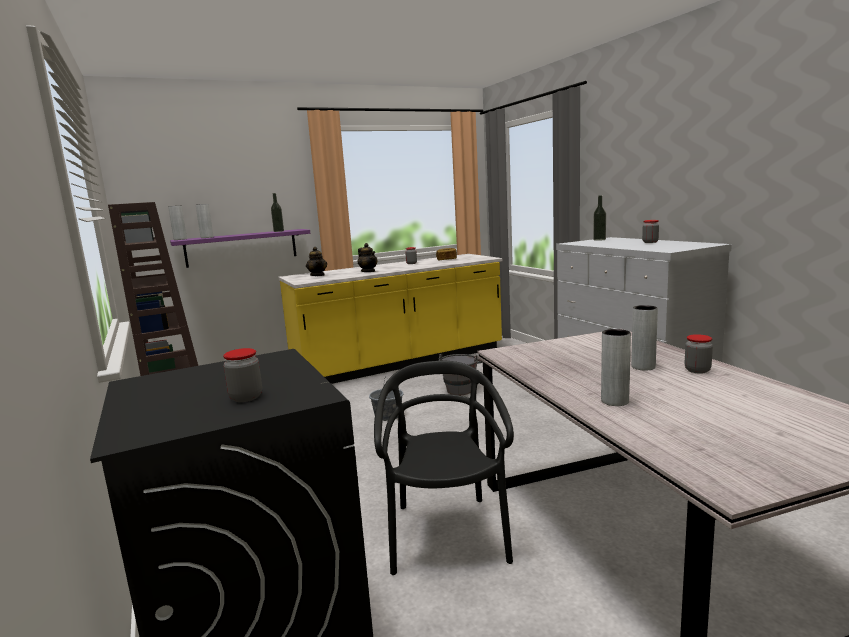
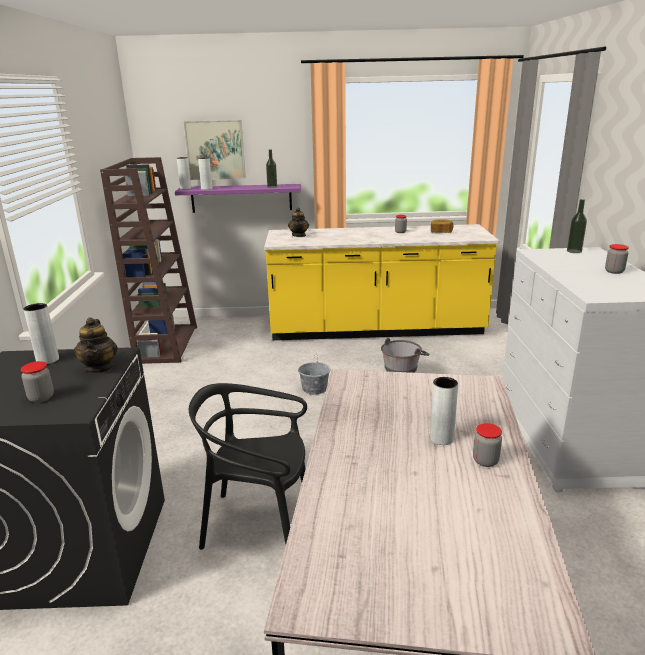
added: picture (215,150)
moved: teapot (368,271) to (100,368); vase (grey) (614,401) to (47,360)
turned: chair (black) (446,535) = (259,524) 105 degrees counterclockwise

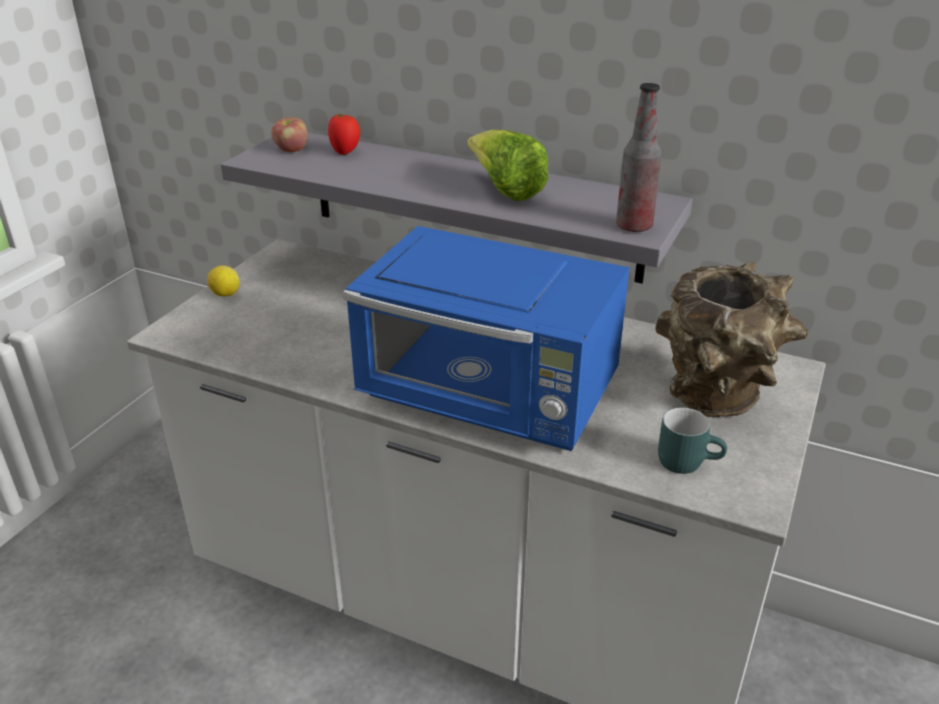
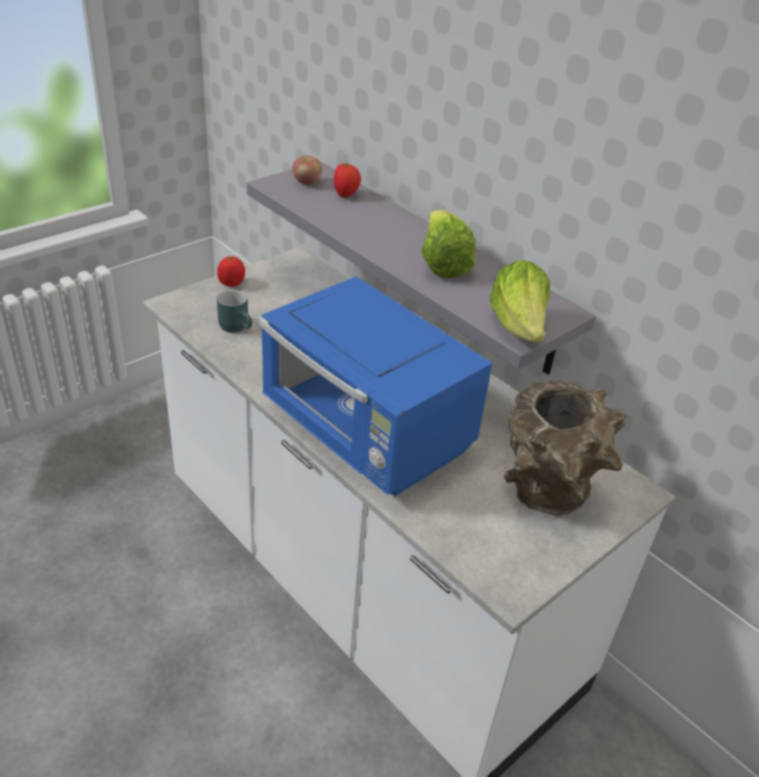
moved: mug (turquoise) (687,461) to (238,327)
replaced: bottle (634,226) to lettuce (518,328); lemon (225,294) to tomato (231,284)

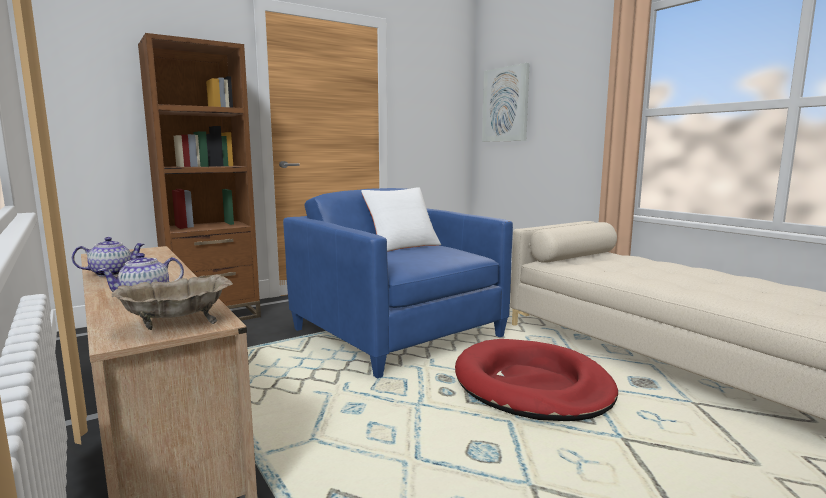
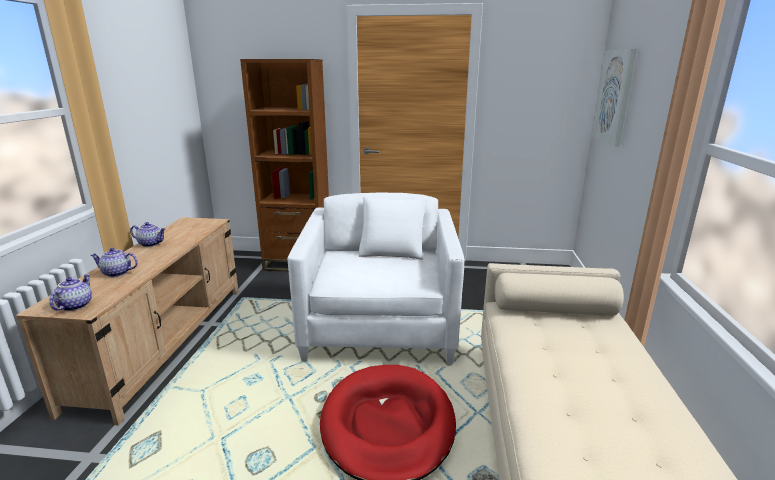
replaced: bowl (beige) (177,324) to teapot (75,305)
recoloured: armchair (blue) (398,333) to armchair (white) (380,324)

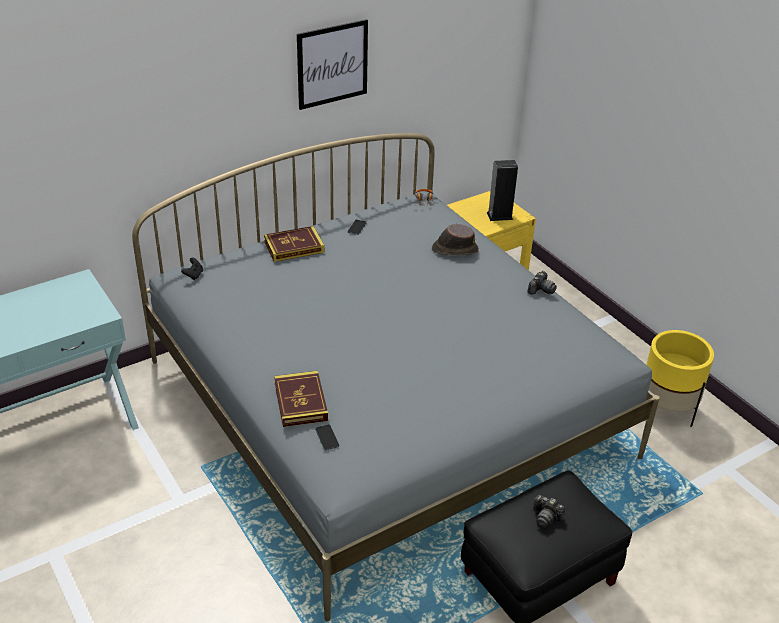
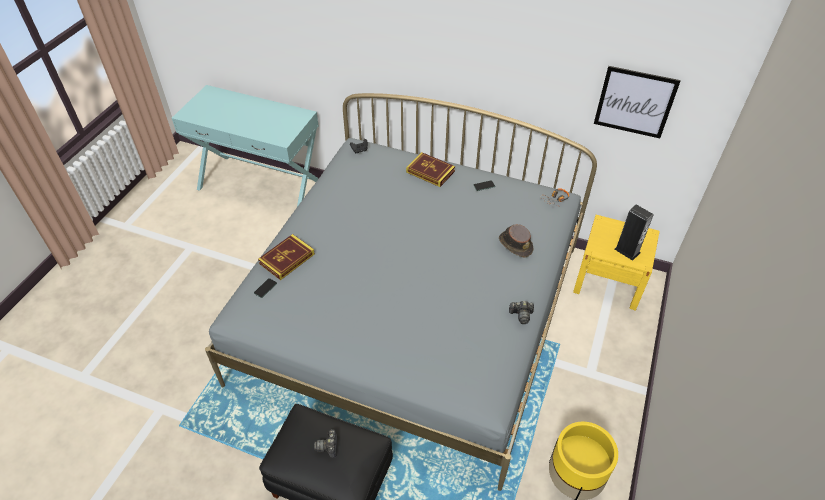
moved: picture (332,64) to (635,102)

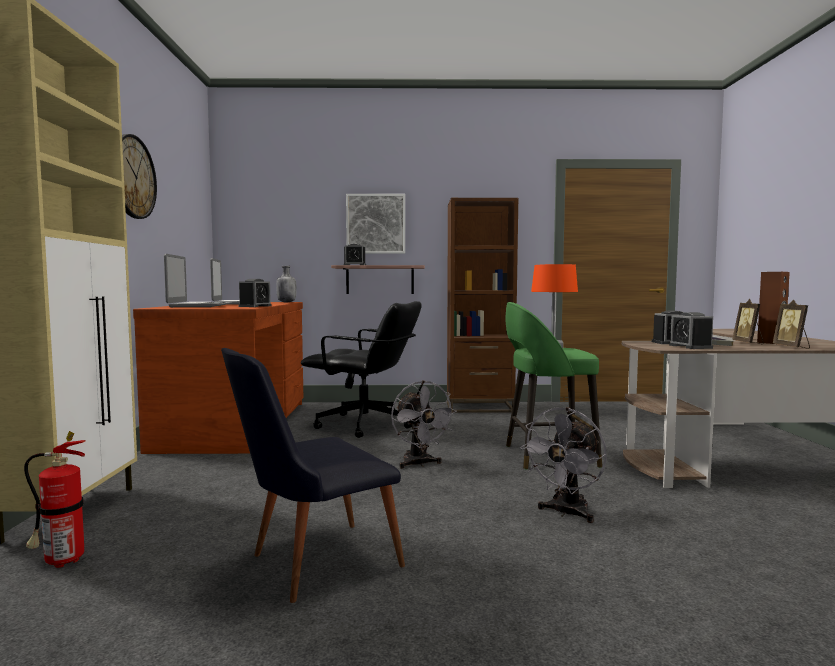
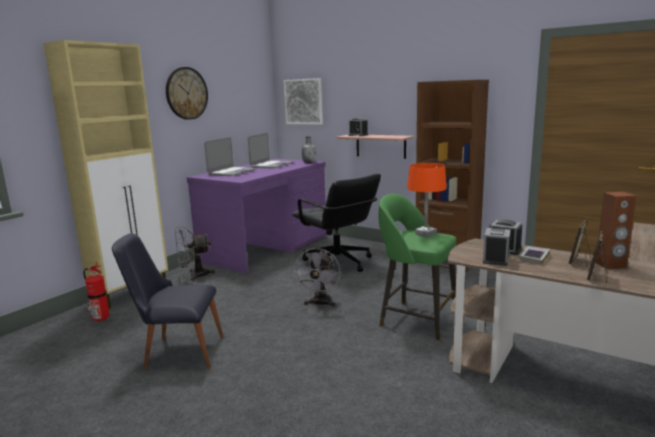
removed: alarm clock (255,306)
moved: picture (376,224) to (303,101); fan (grey) (566,513) to (194,275)
recoloured: desk (brown) (236,424) to desk (purple) (266,248)

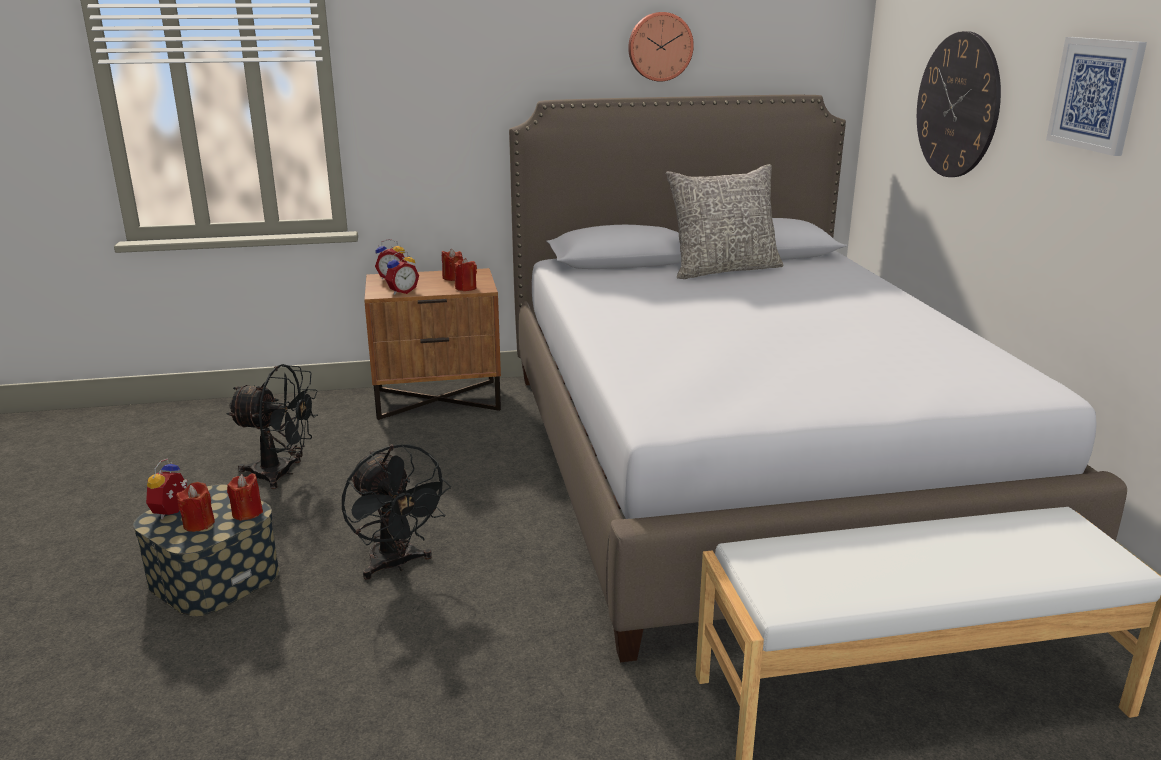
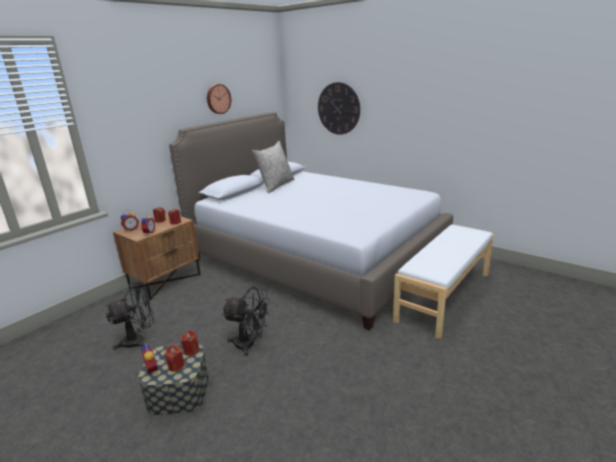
removed: picture (1096,94)

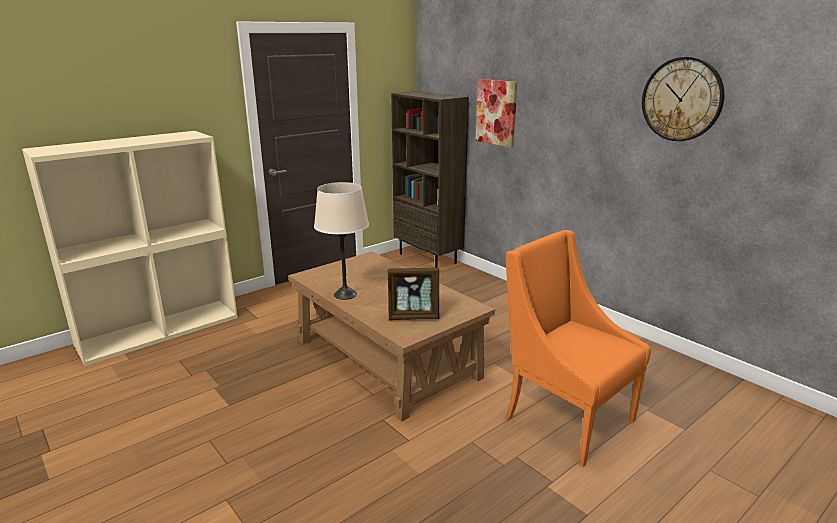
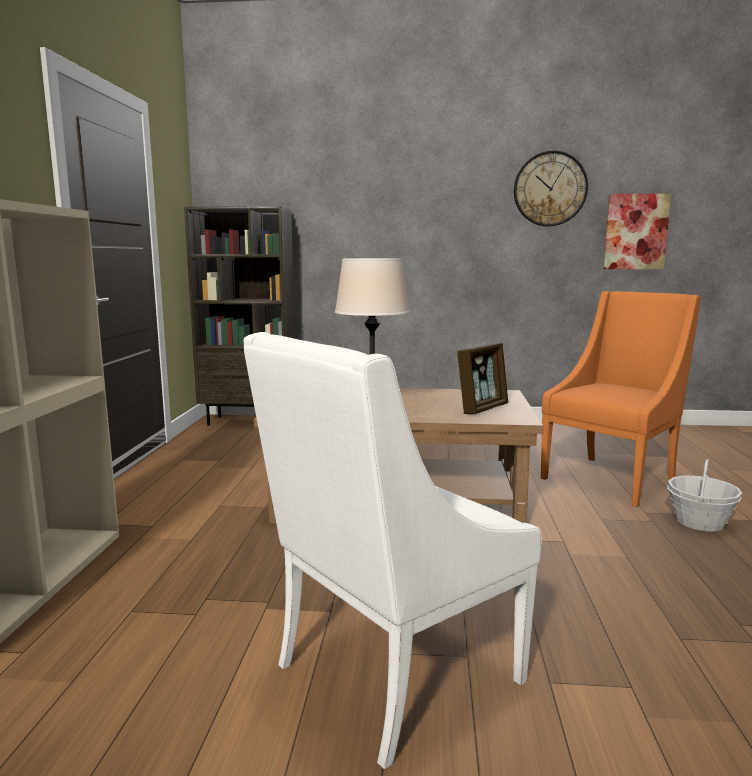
added: armchair (white) (390,675); basket (700,522)
moved: picture (496,112) to (635,232)
turned: armchair (orange) (565,418) = (611,478) 135 degrees clockwise

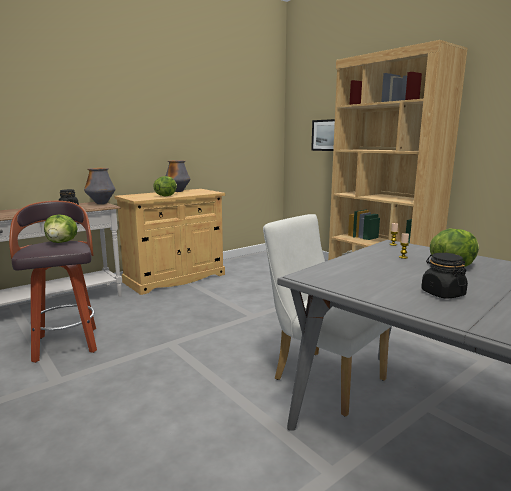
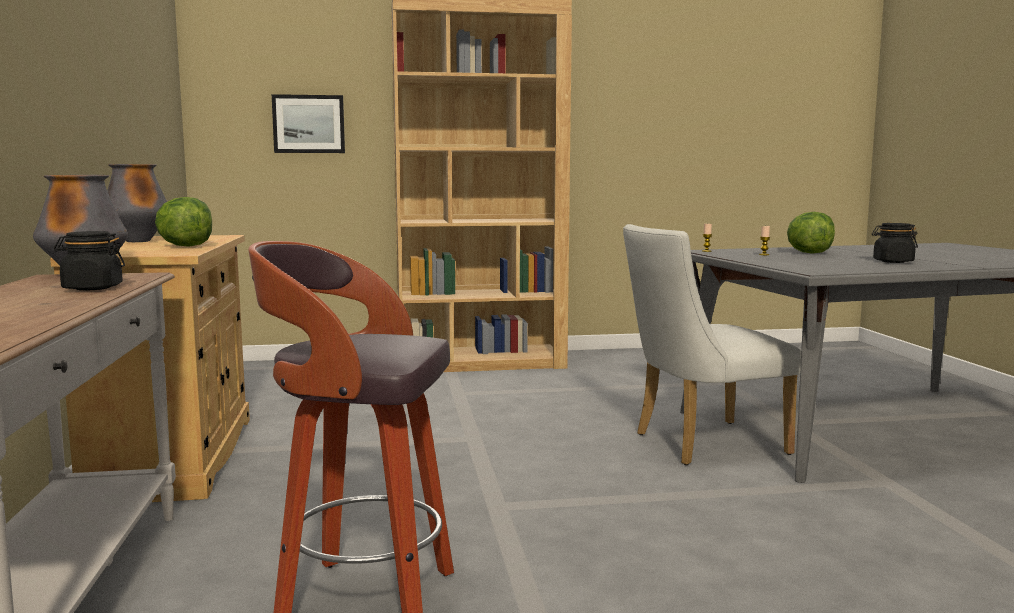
removed: lettuce (62,242)

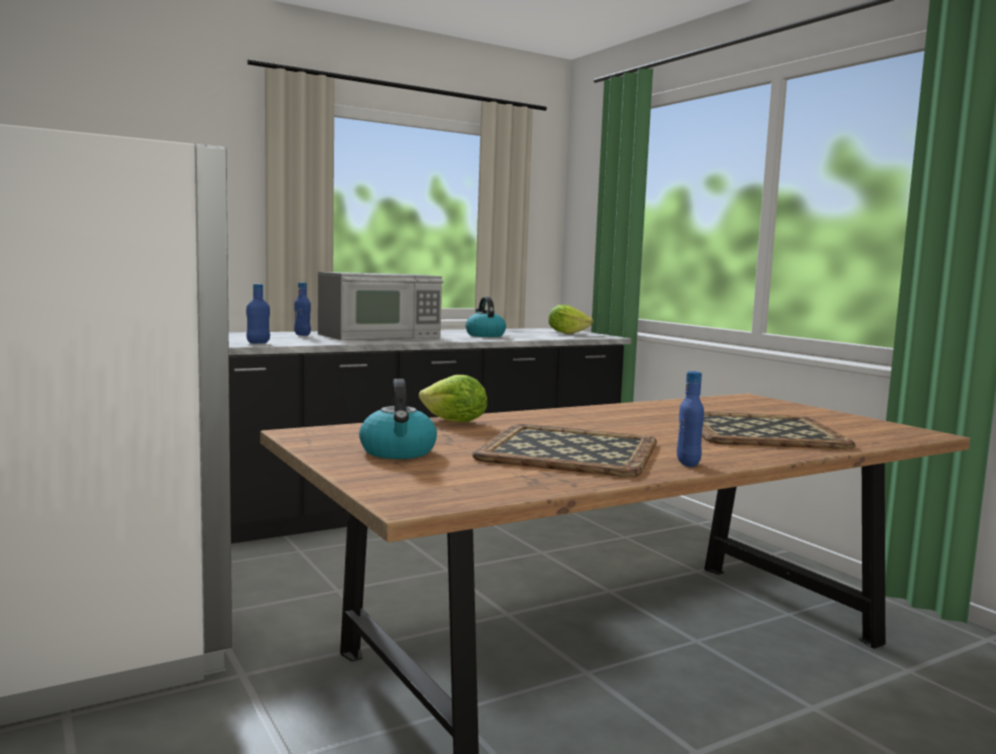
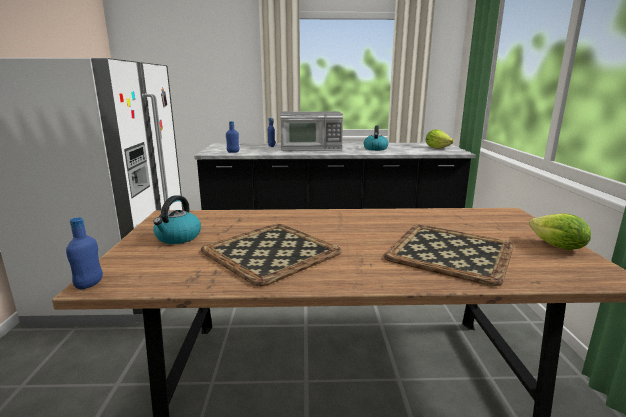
moved: bottle (blue) (688,463) to (89,284); lettuce (454,422) to (557,247)

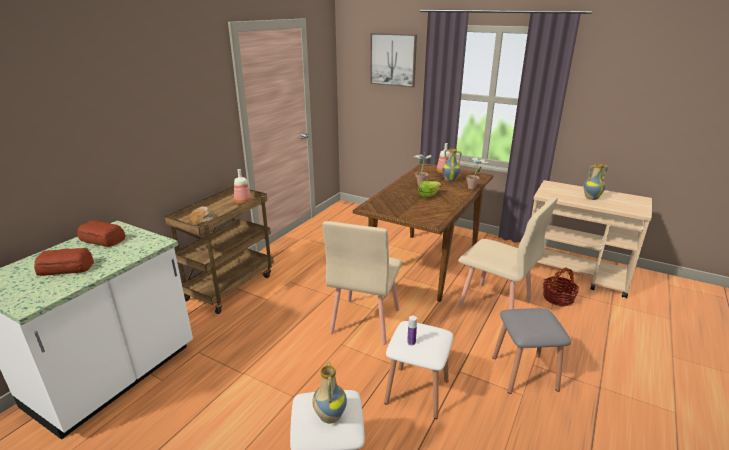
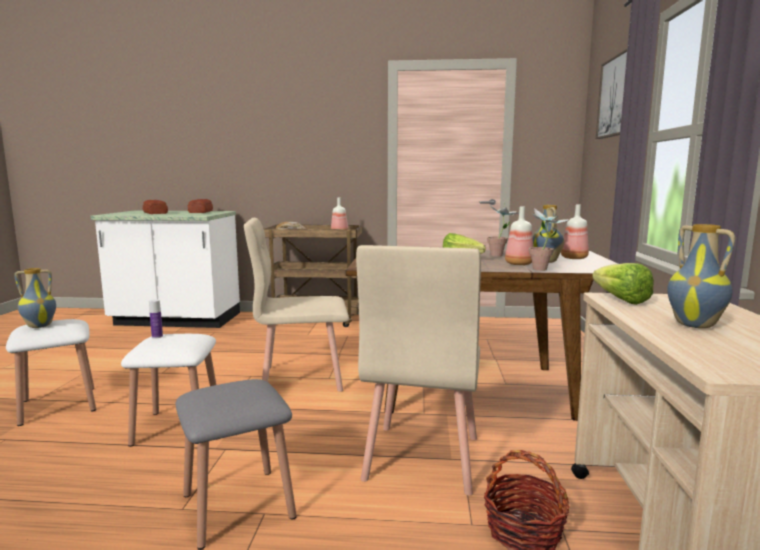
added: bottle (518,264); lettuce (617,299)

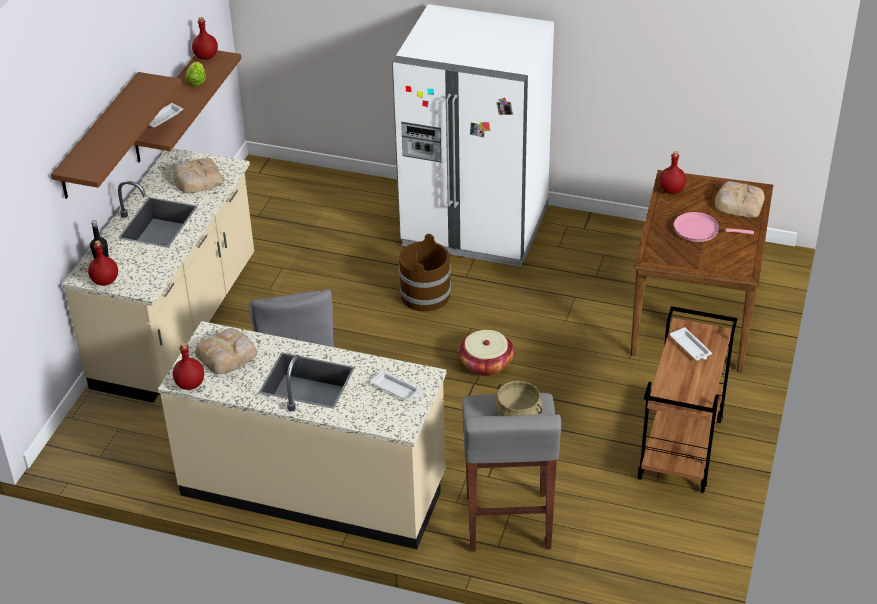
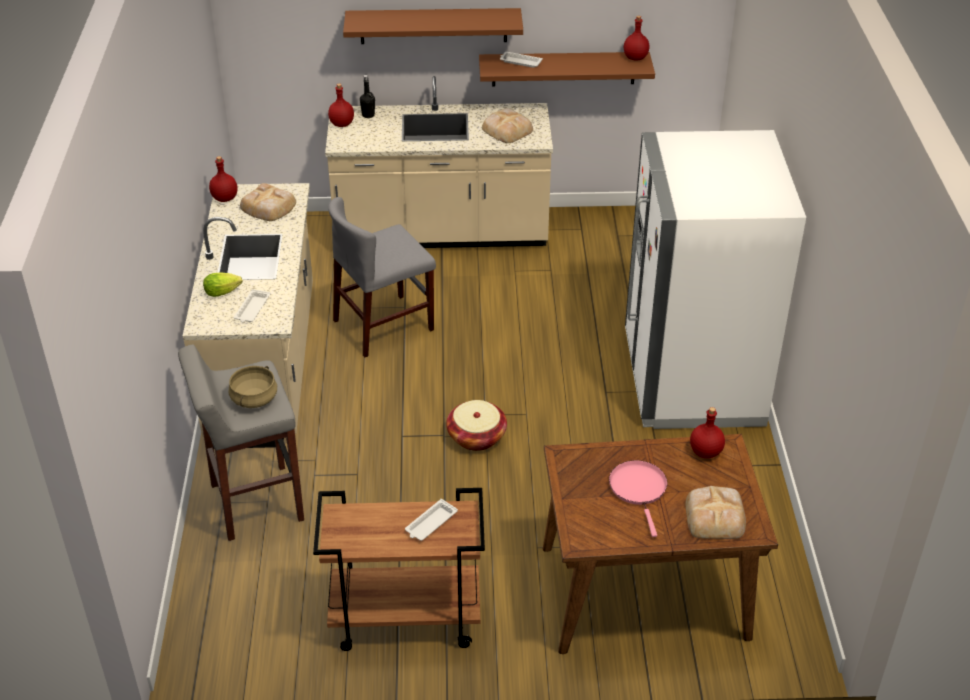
removed: bucket (brown) (425,295)
moved: lettuce (197,80) to (224,292)

